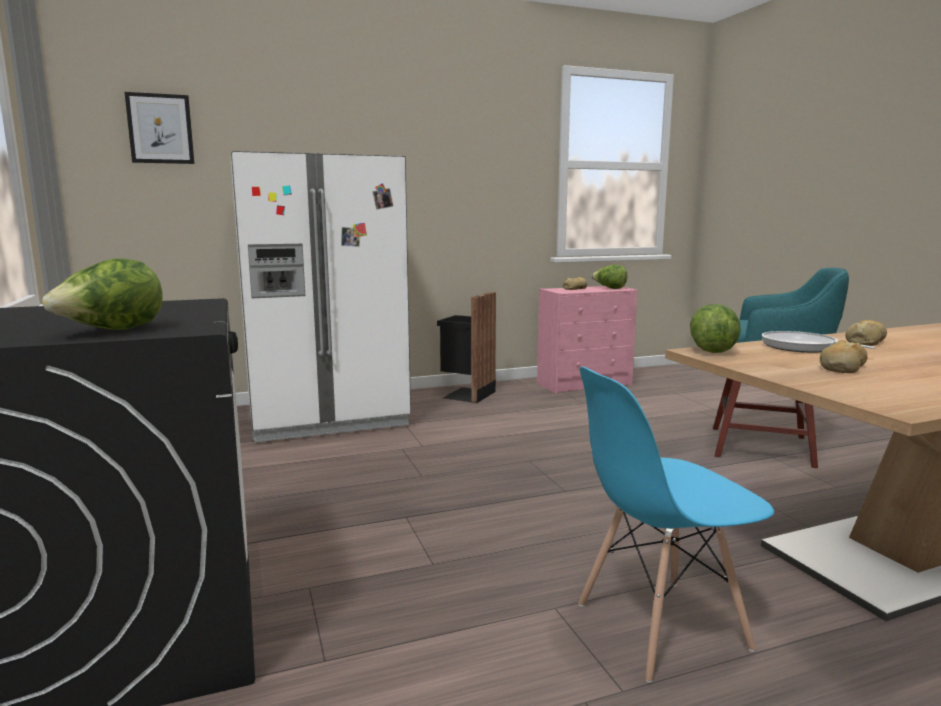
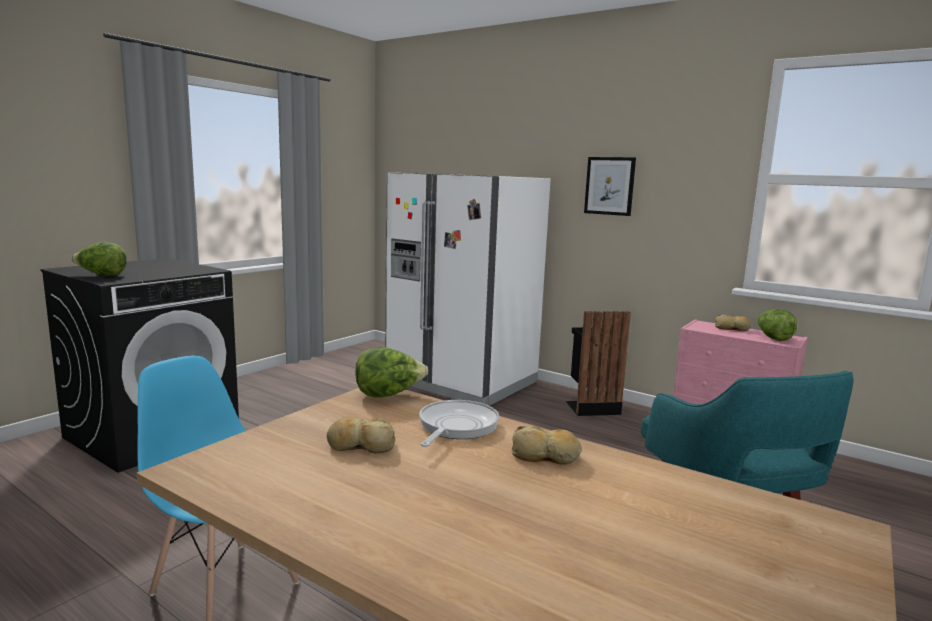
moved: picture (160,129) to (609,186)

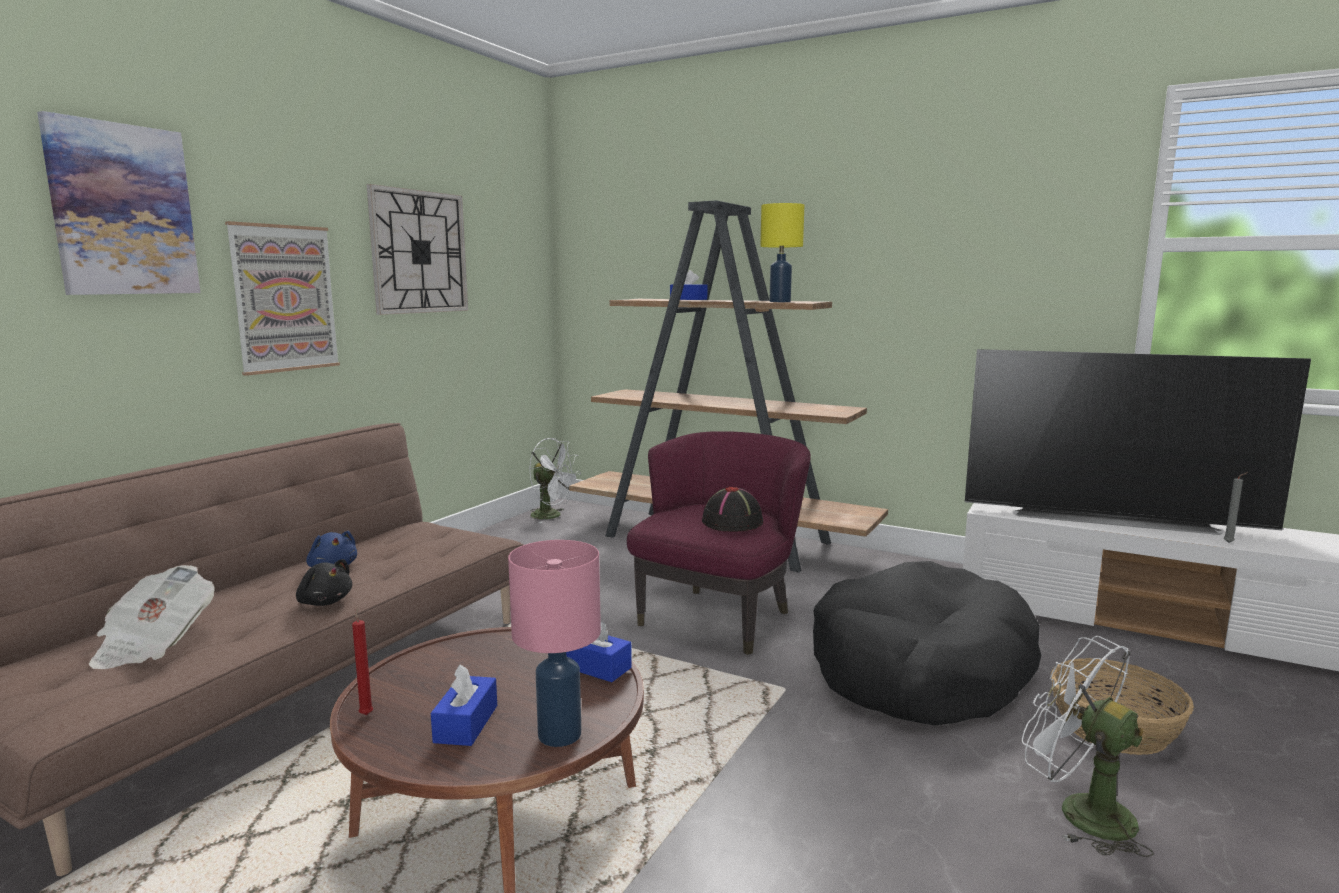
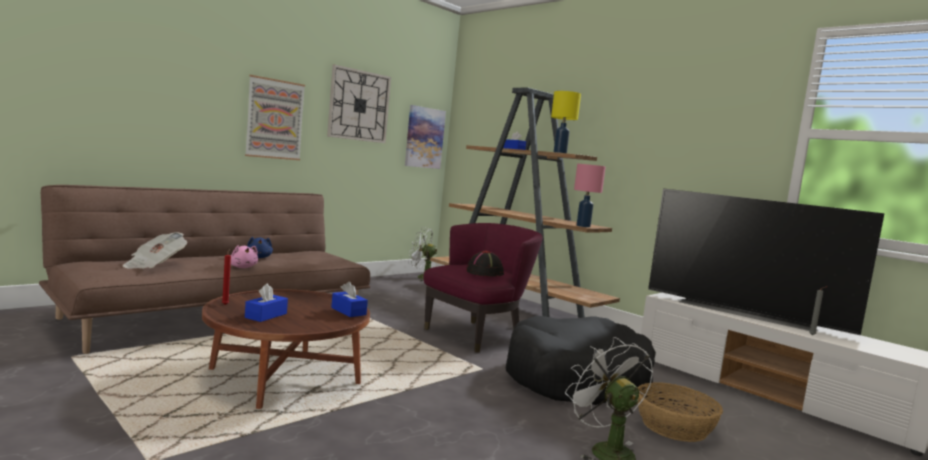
moved: picture (123,210) to (424,137); table lamp (pink) (558,734) to (582,226)
recoloured: plush toy (black) (324,602) to plush toy (pink) (242,267)
turned: fan (white) (552,516) = (422,277) 150 degrees clockwise

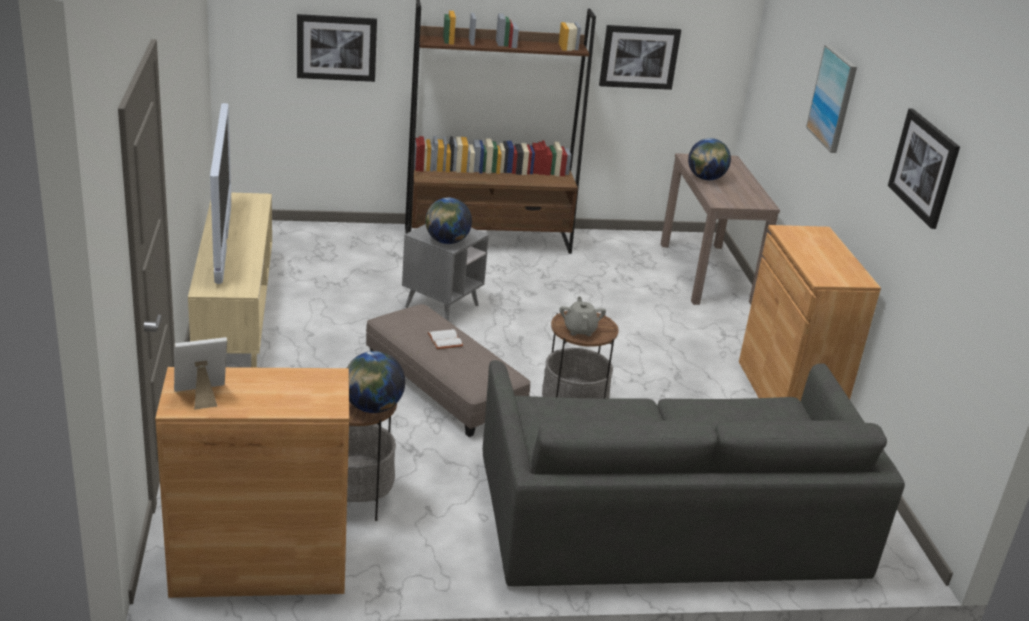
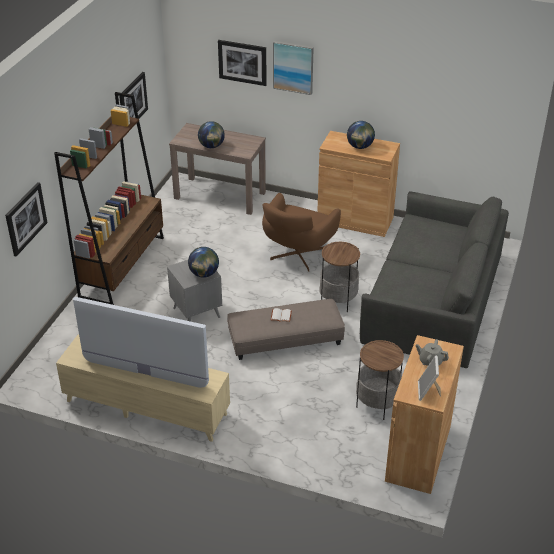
added: armchair (brown) (296,256)
moved: picture (924,167) to (242,62); teapot (grey) (580,330) to (430,361); globe (372,407) to (360,147)

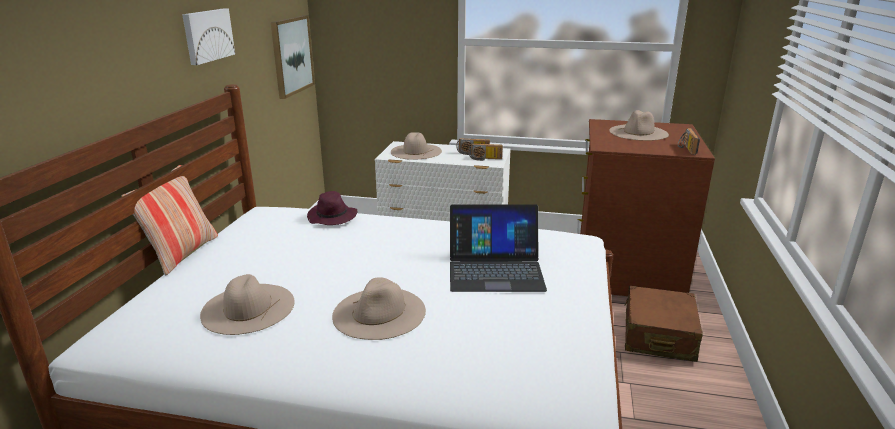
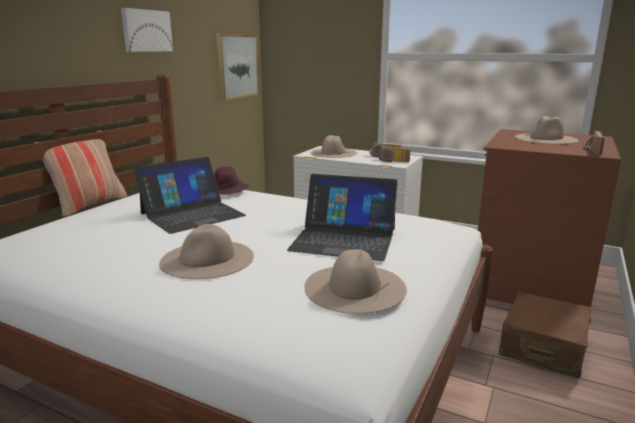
added: laptop (192,214)
moved: hat (beige) (248,308) to (354,287)

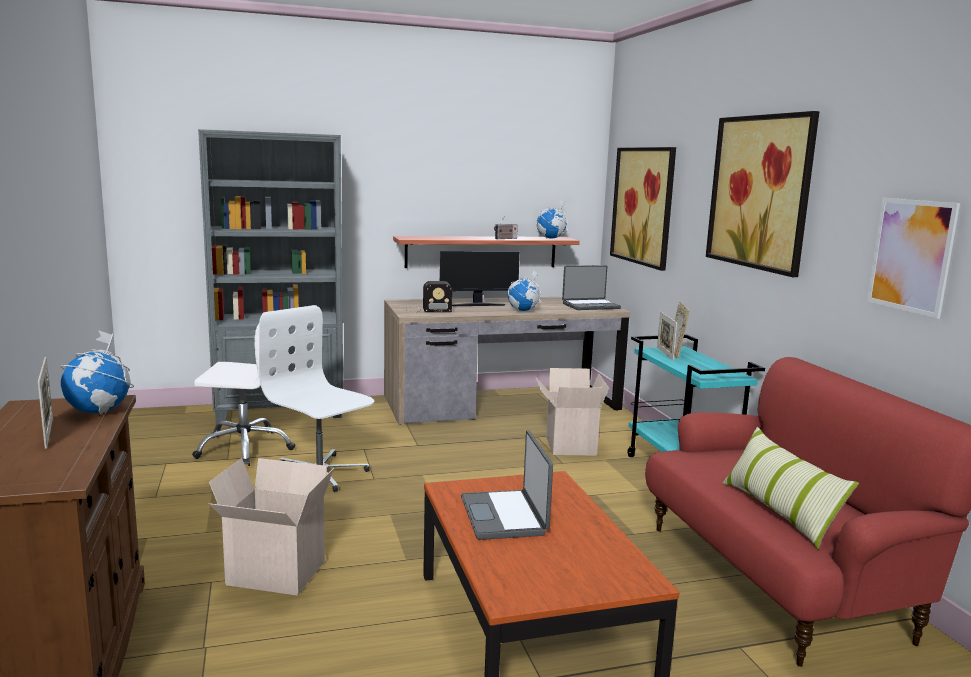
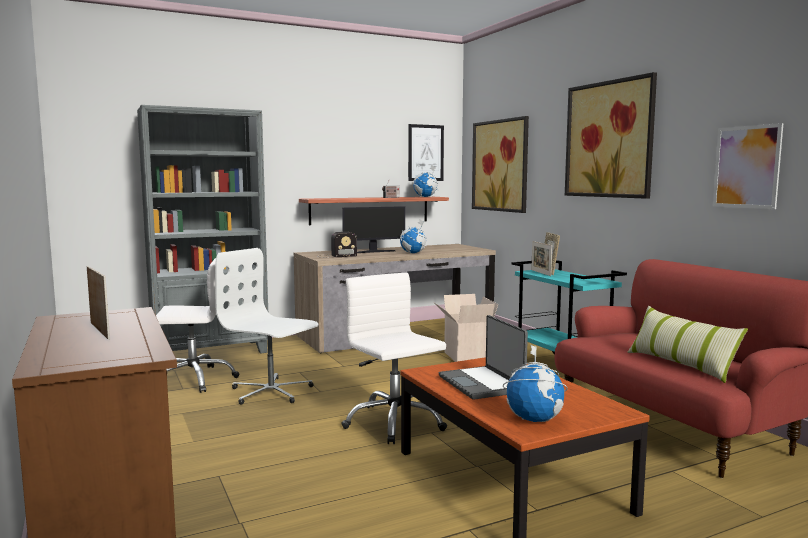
removed: laptop (590,306); cardboard box (273,574)
added: picture (425,153); office chair (white) (394,422)
moved: globe (99,411) to (534,419)

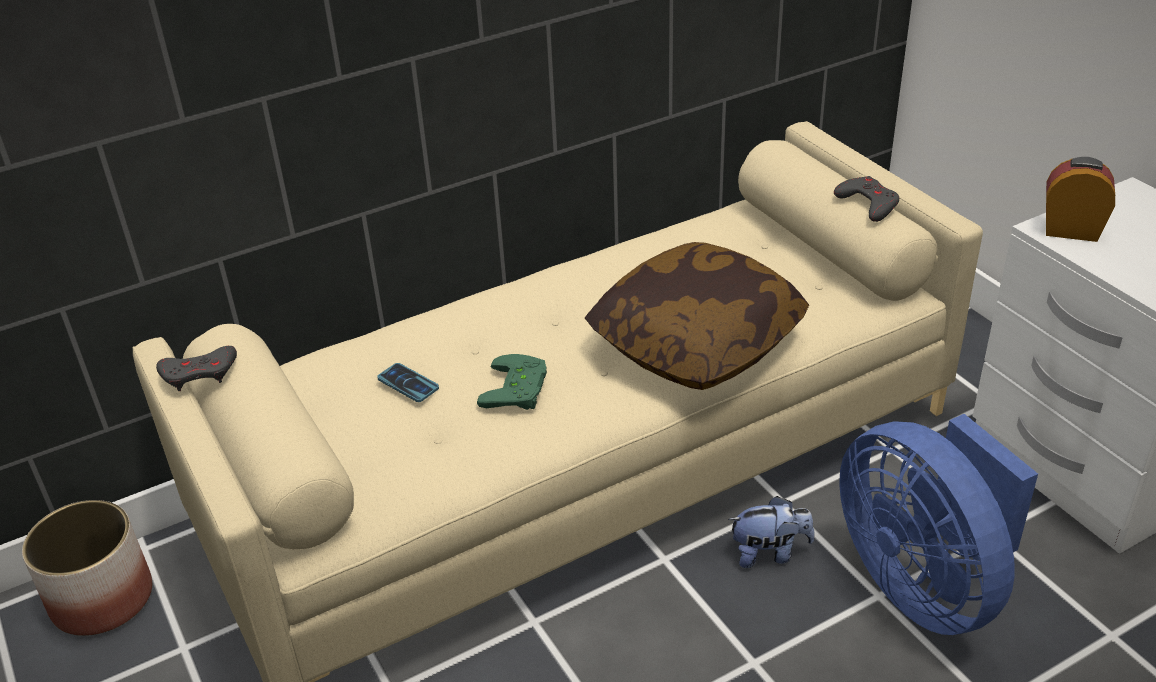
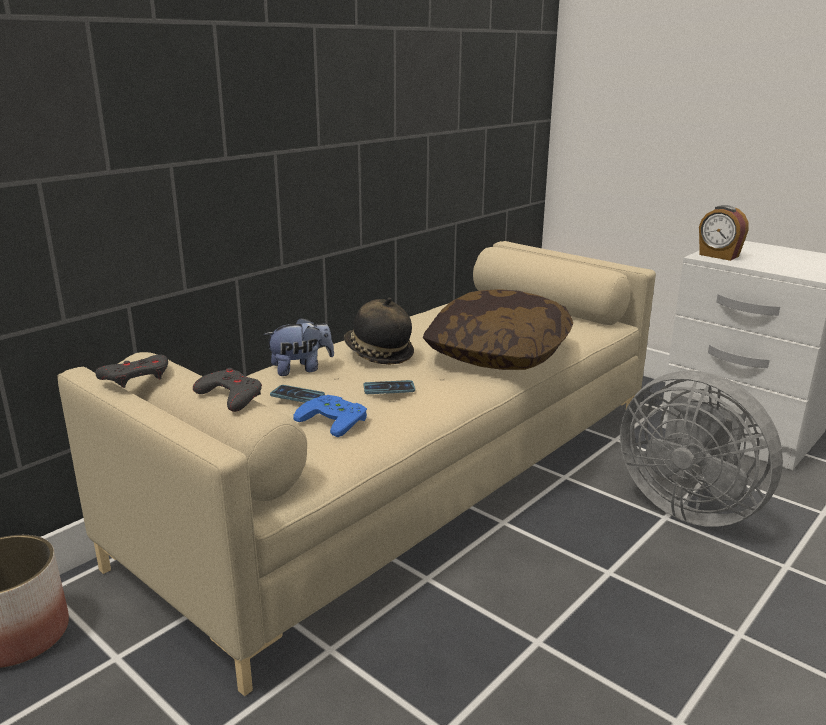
added: hat (377,354); game controller (blue) (336,419)
moved: game controller (grey) (868,203) to (230,396); plush toy (769,553) to (301,369)
replaced: game controller (green) (519,389) to phone (389,388)
recoloured: fan (blue) (923,583) to fan (grey) (688,506)
turned: alarm clock (1071,229) = (718,256) 135 degrees counterclockwise

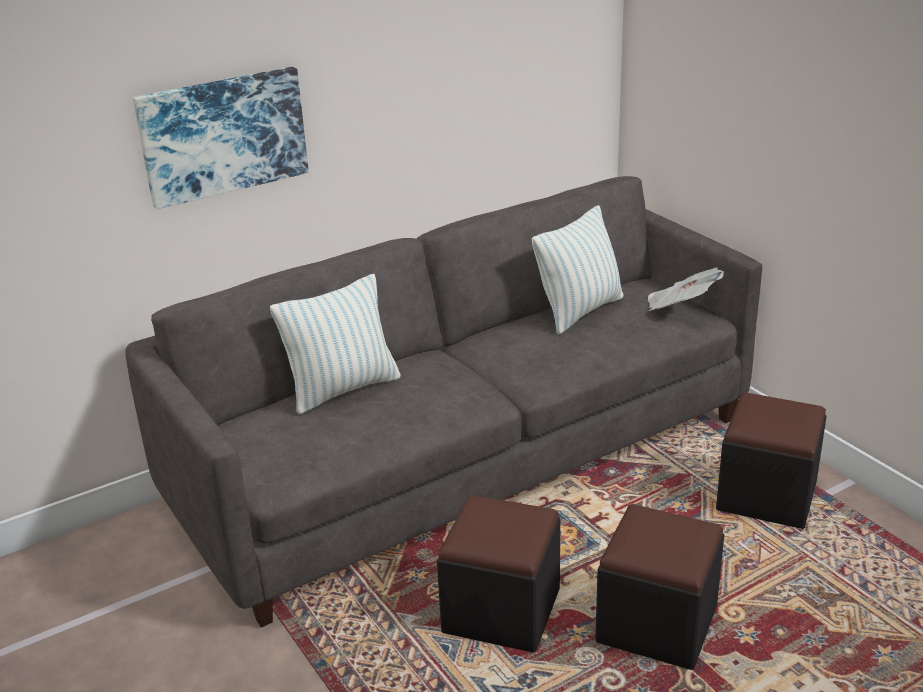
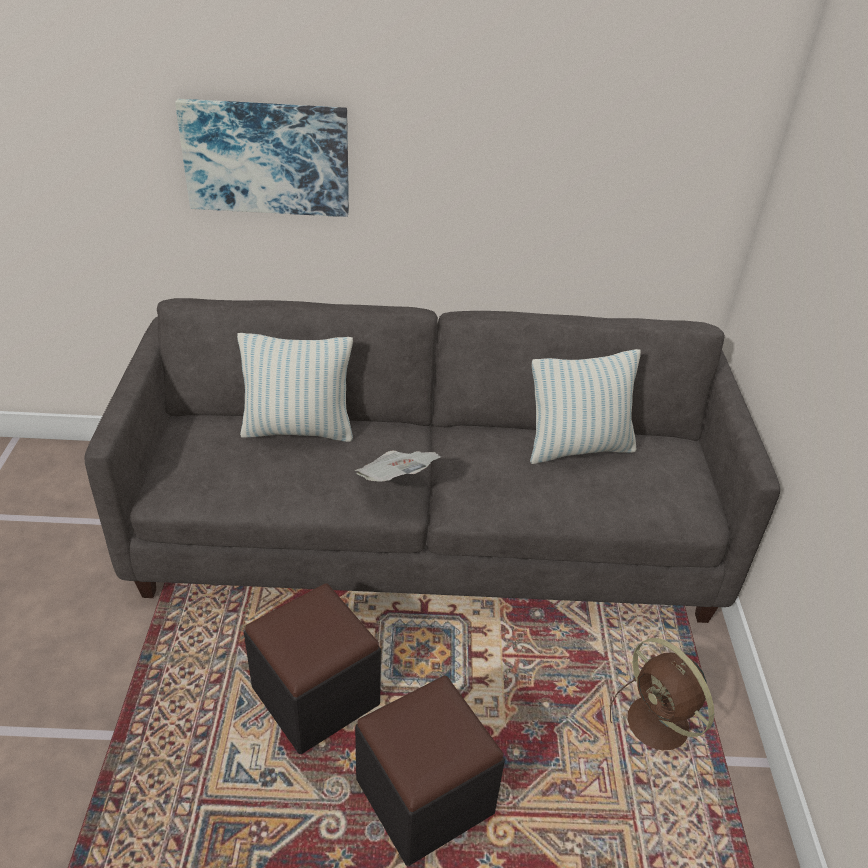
moved: newspaper (681,307) to (396,480)
replaced: ottoman (black) (766,496) to fan (brown) (660,726)

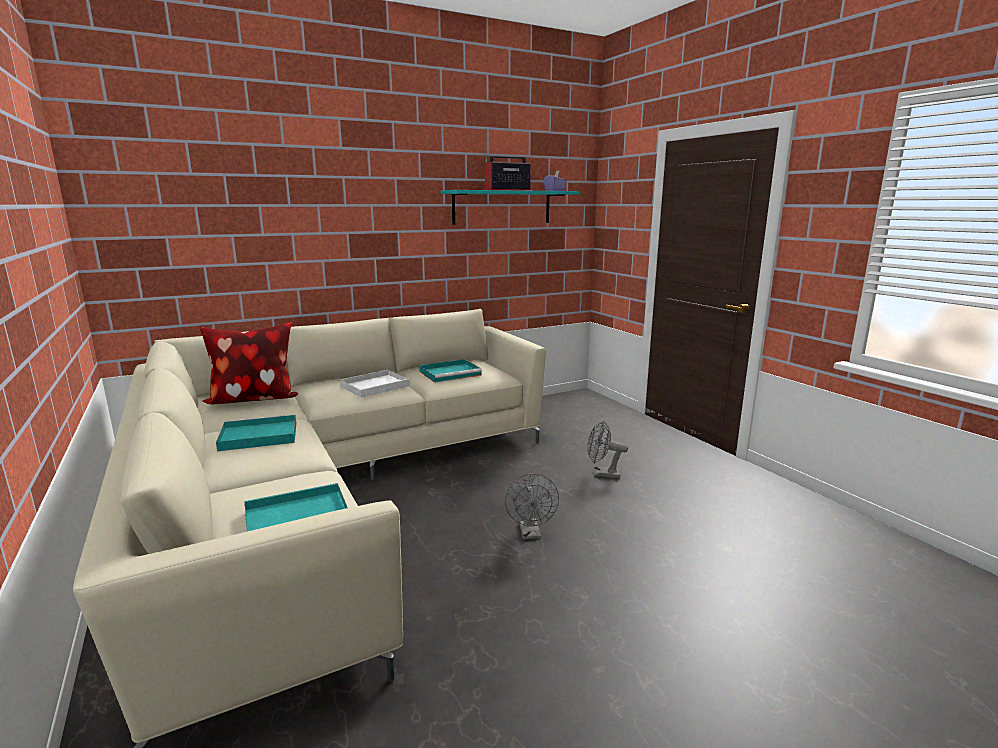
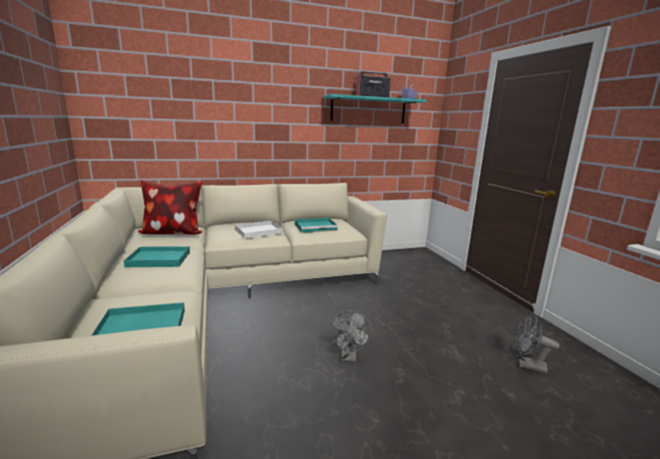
moved: fan (grey) (602,474) to (527,365)

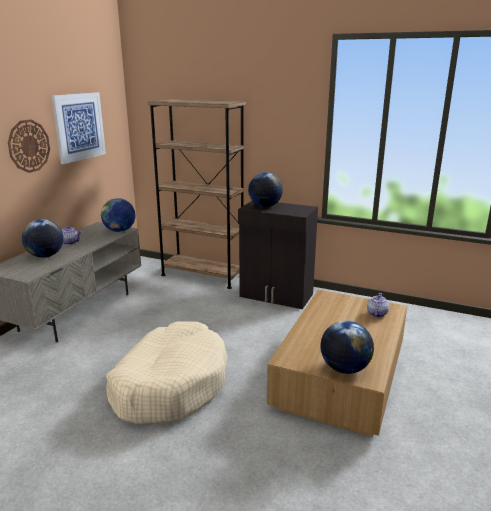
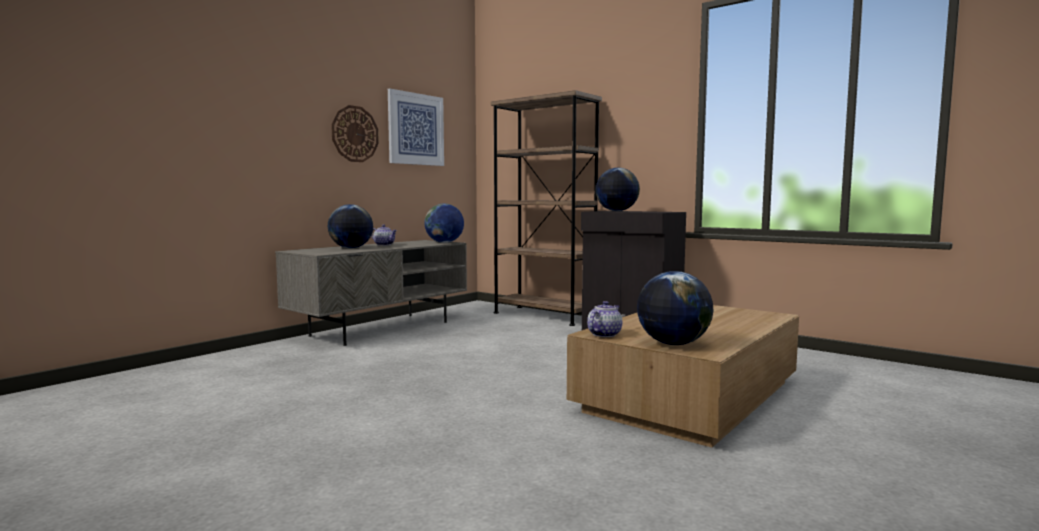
removed: dog bed (beige) (170,384)
moved: teapot (376,313) to (603,334)

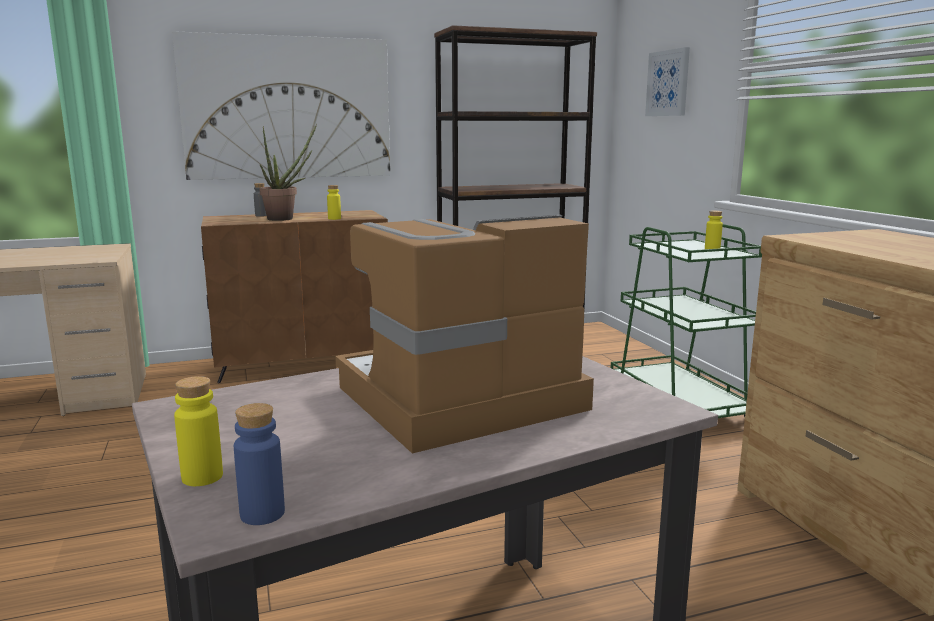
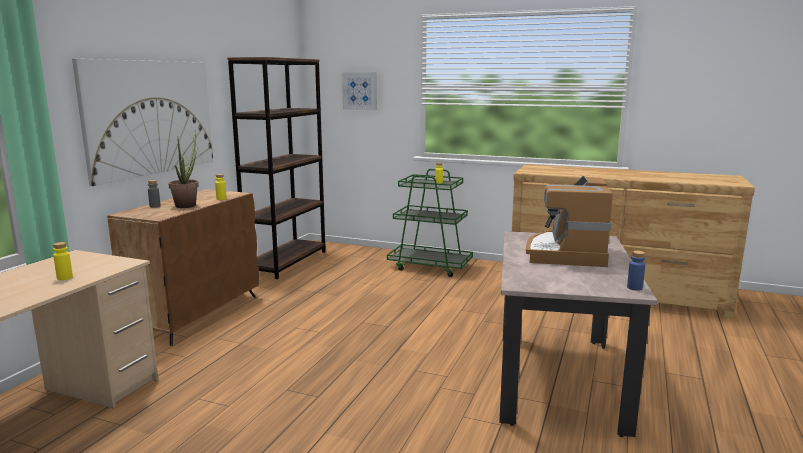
moved: bottle (yellow) (202,477) to (65,278)

